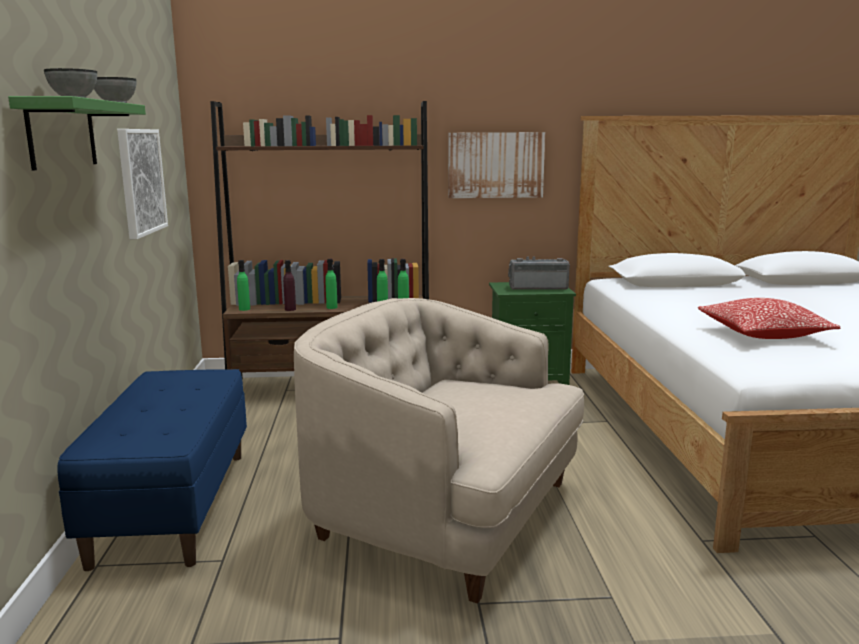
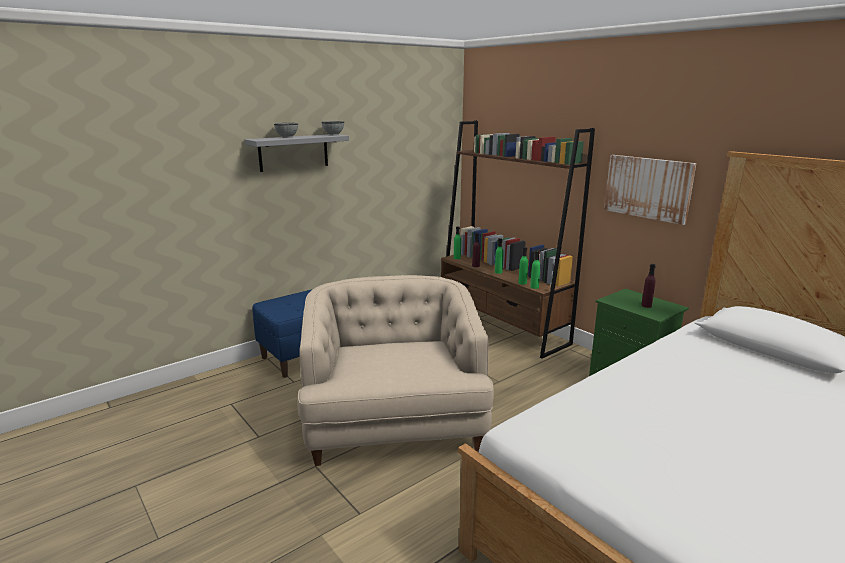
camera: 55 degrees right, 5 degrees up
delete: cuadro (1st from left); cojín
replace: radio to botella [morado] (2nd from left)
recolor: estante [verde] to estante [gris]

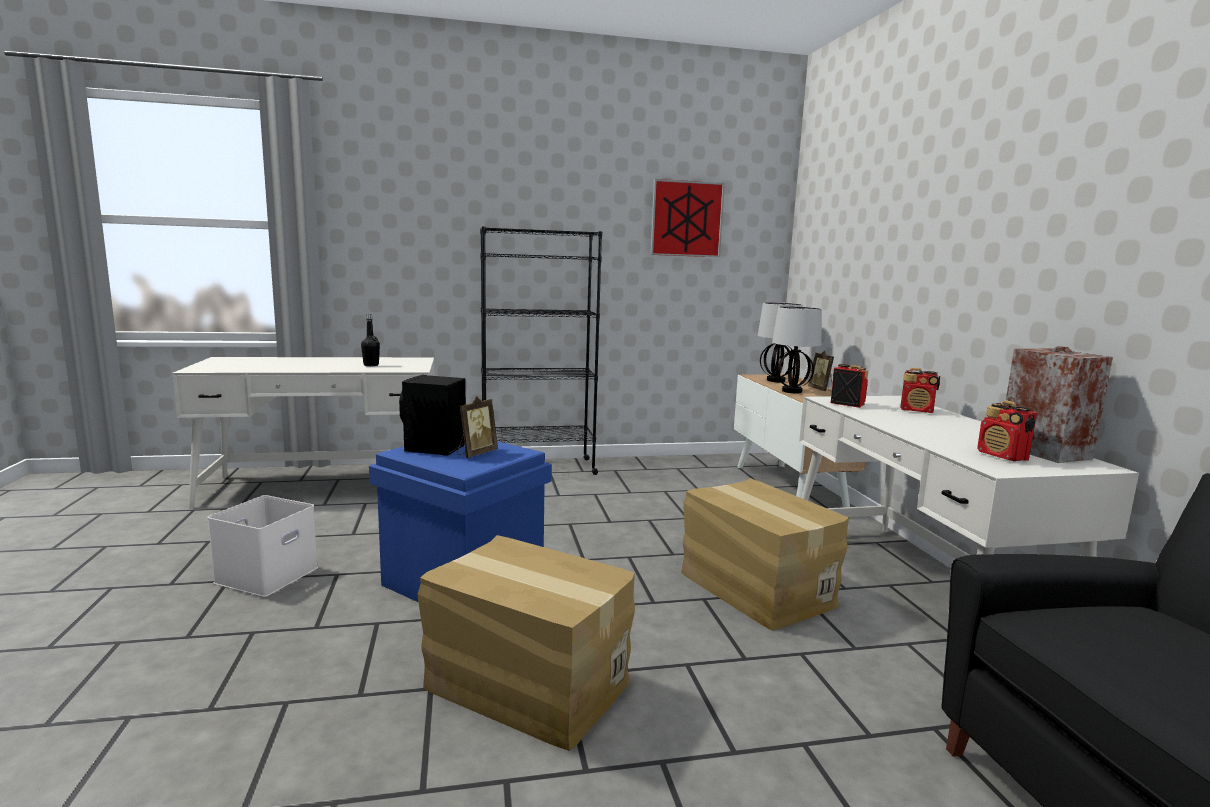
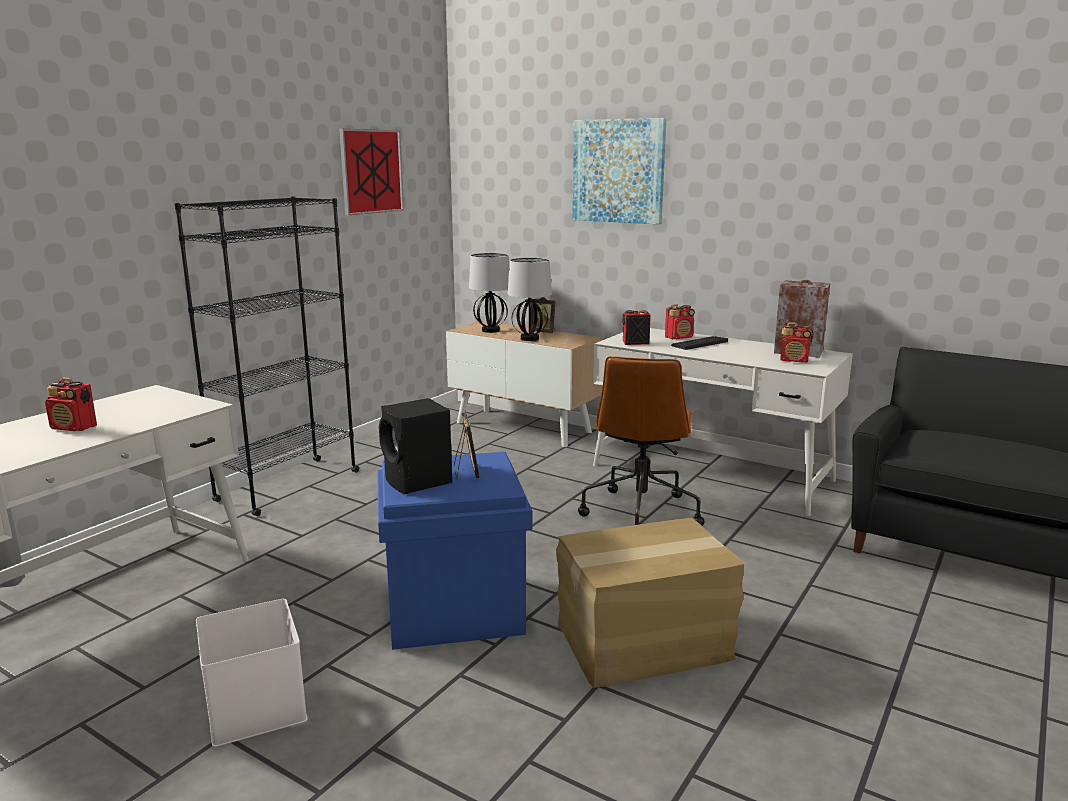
camera: 45 degrees left, 5 degrees up
delete: botella [negro]
insert: radio (1st from left); cuadro (2nd from left); teclado
replace: caja de cartón (2nd from left) to silla de oficina [marrón]

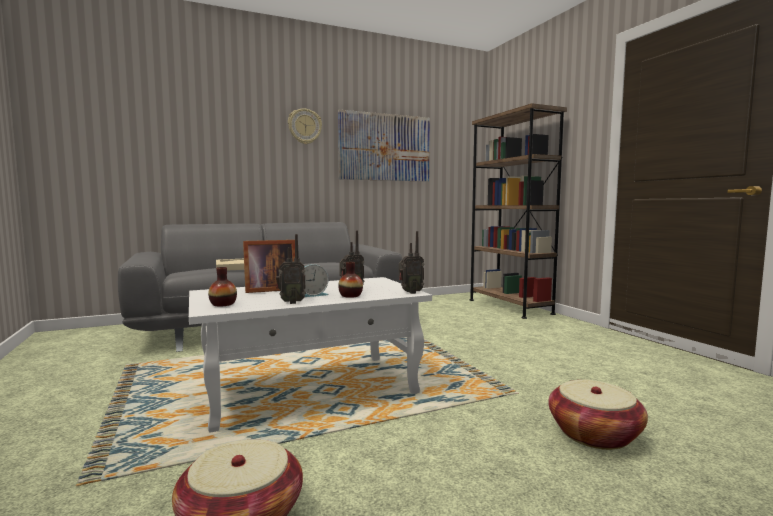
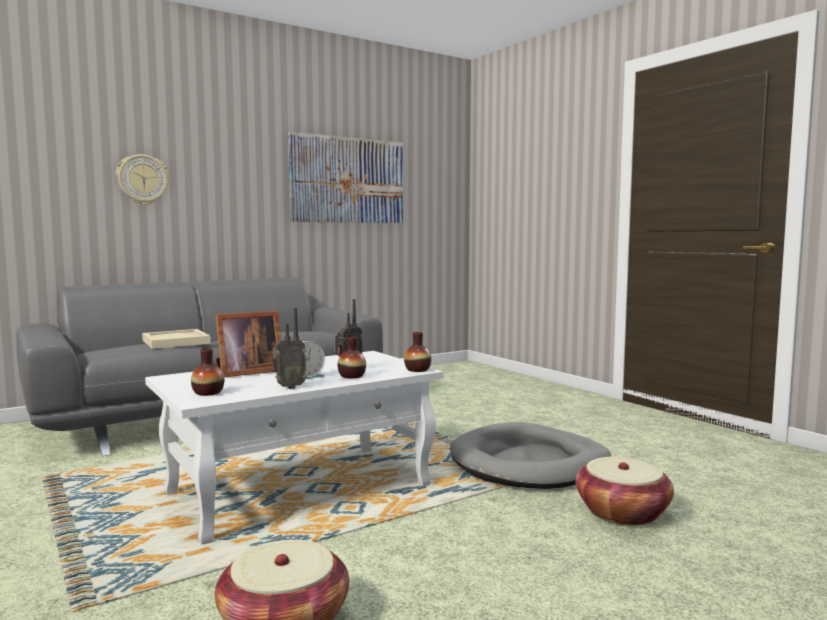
camera: 10 degrees left, 0 degrees up
delete: estantería [marrón]
insert: cama para perro [gris]
move: reloj de pared
replace: radio (3rd from left) to florero (3rd from left)

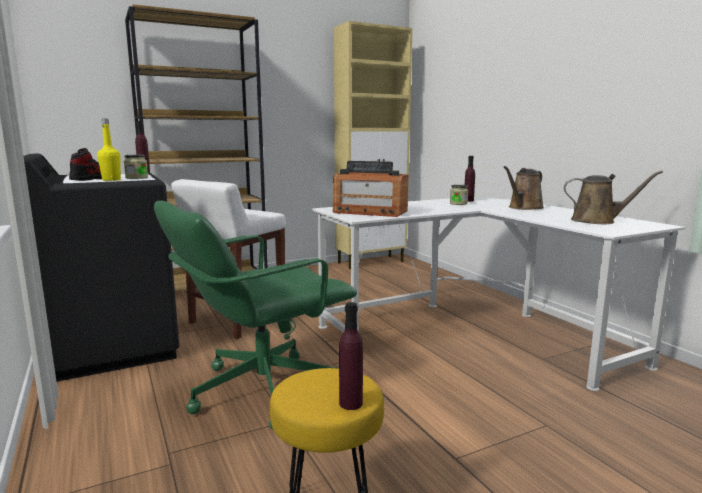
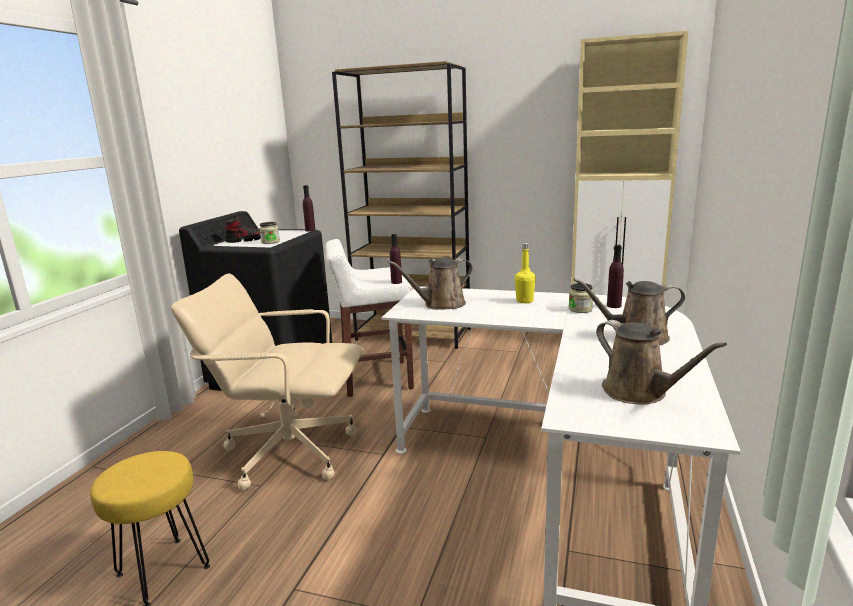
camera: 45 degrees right, 5 degrees up
move: botella [amarillo]; botella [morado] (2nd from left)
replace: radio to regadera [marrón] (1st from left)
recolor: silla de oficina [verde] to silla de oficina [beis]

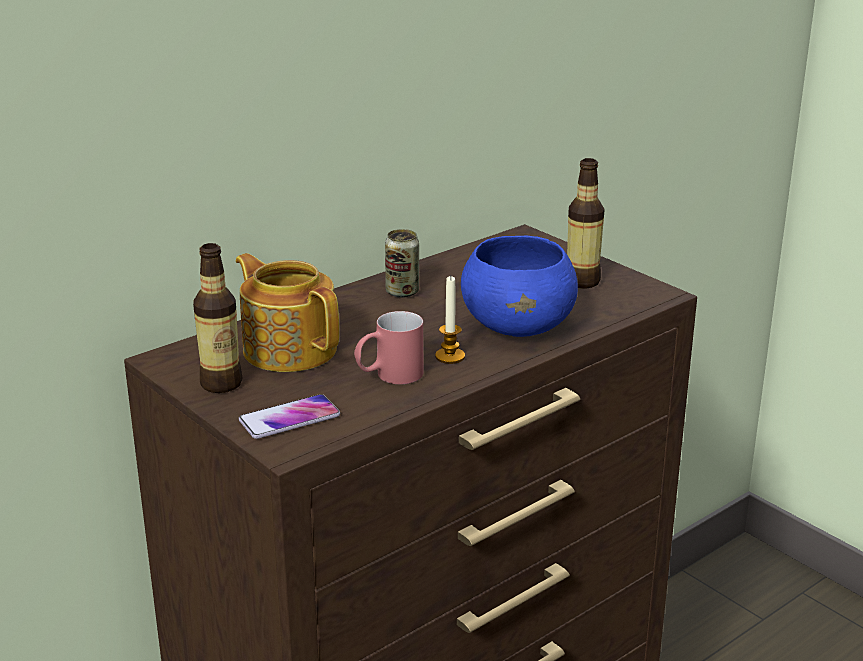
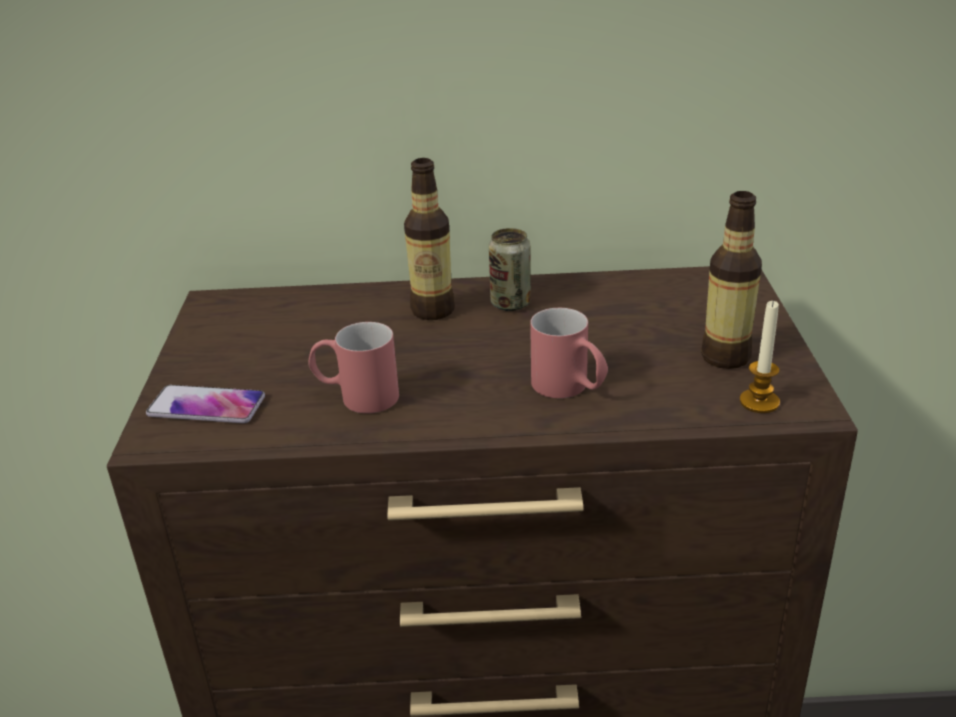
camera: 40 degrees right, 5 degrees up
delete: tetera
move: botella (1st from left); vela
replace: cuenco [azul] to taza grande [rojo] (2nd from left)

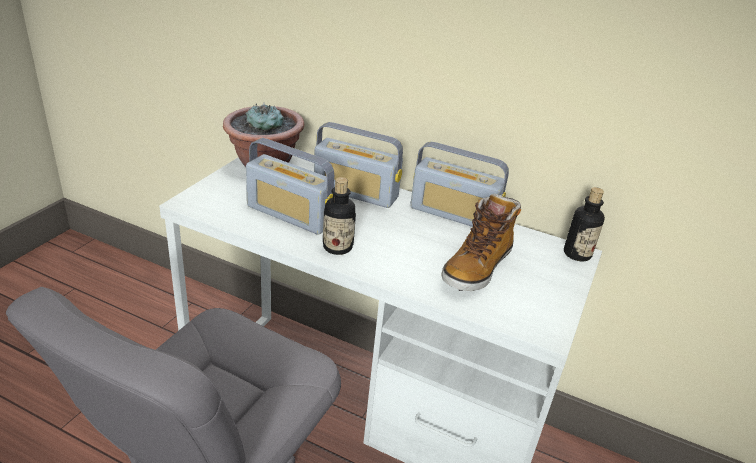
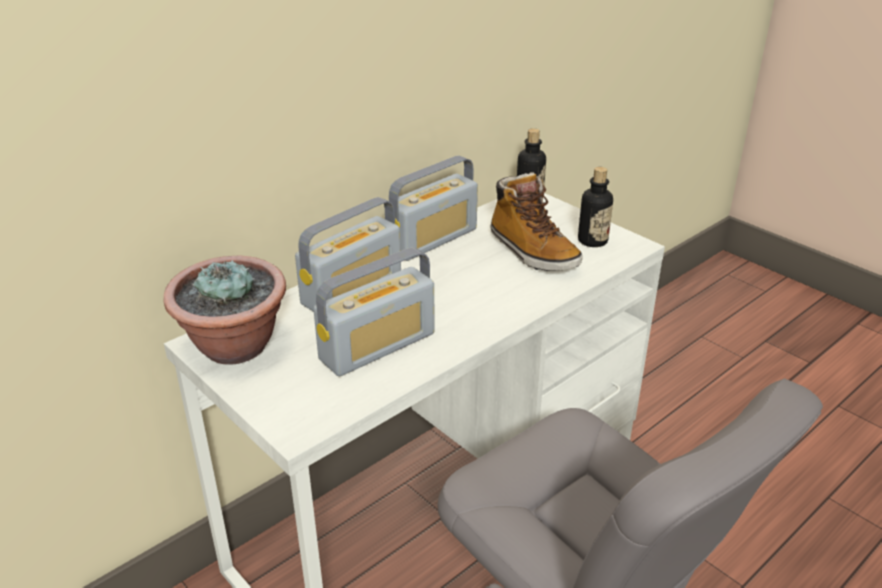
camera: 65 degrees left, 0 degrees up
move: botella (1st from left in the first image) to botella (2nd from left)

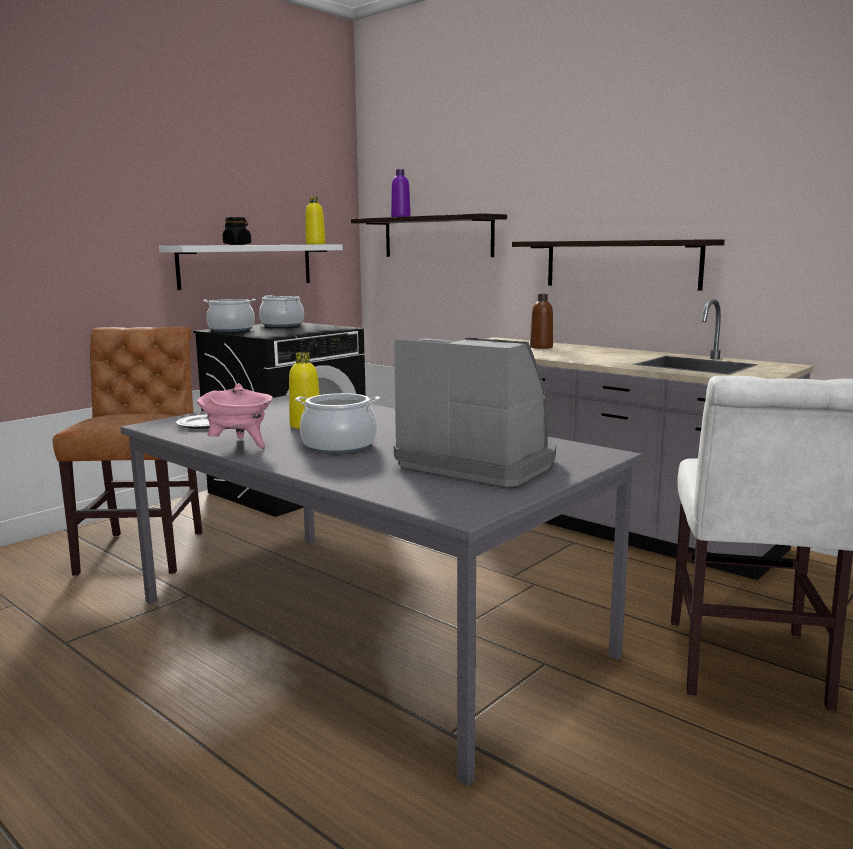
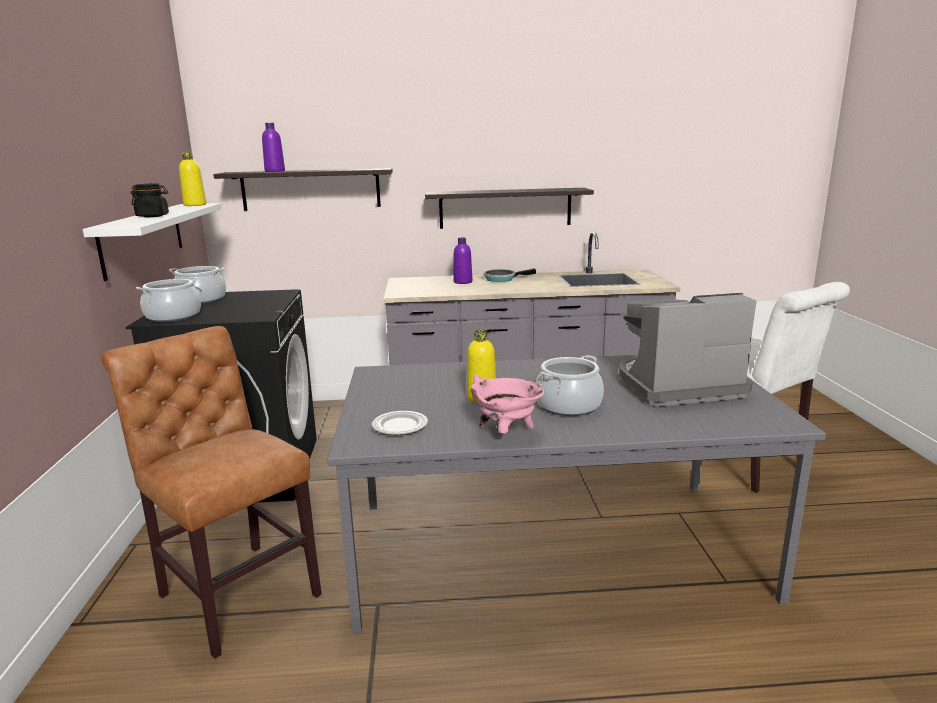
camera: 45 degrees left, 5 degrees up
insert: sartén
recolor: botella [marrón] to botella [morado] (2nd from left)

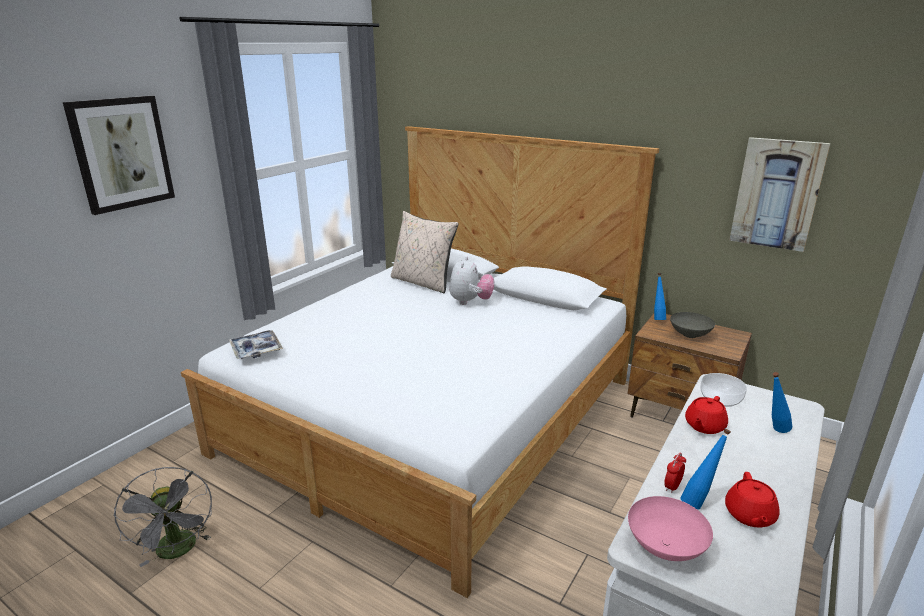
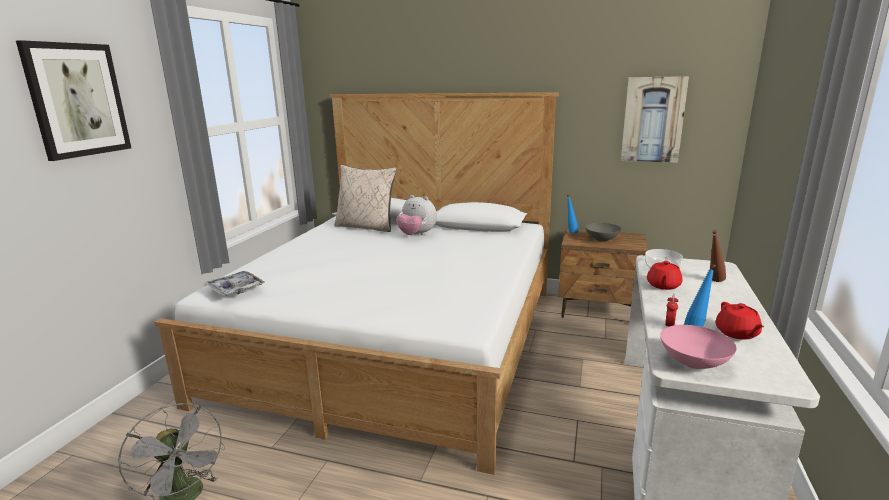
camera: 15 degrees left, 5 degrees down
recolor: botella [azul] (3rd from left) to botella [marrón]
rotate: peluche 120 degrees clockwise

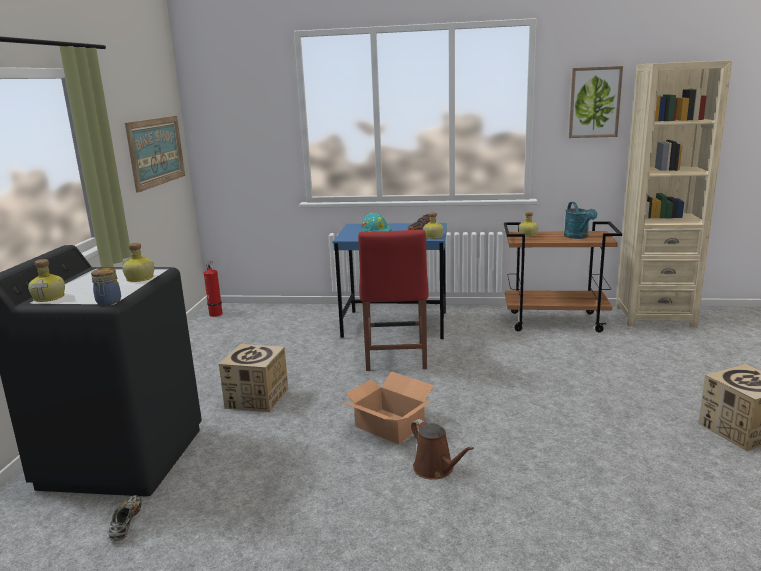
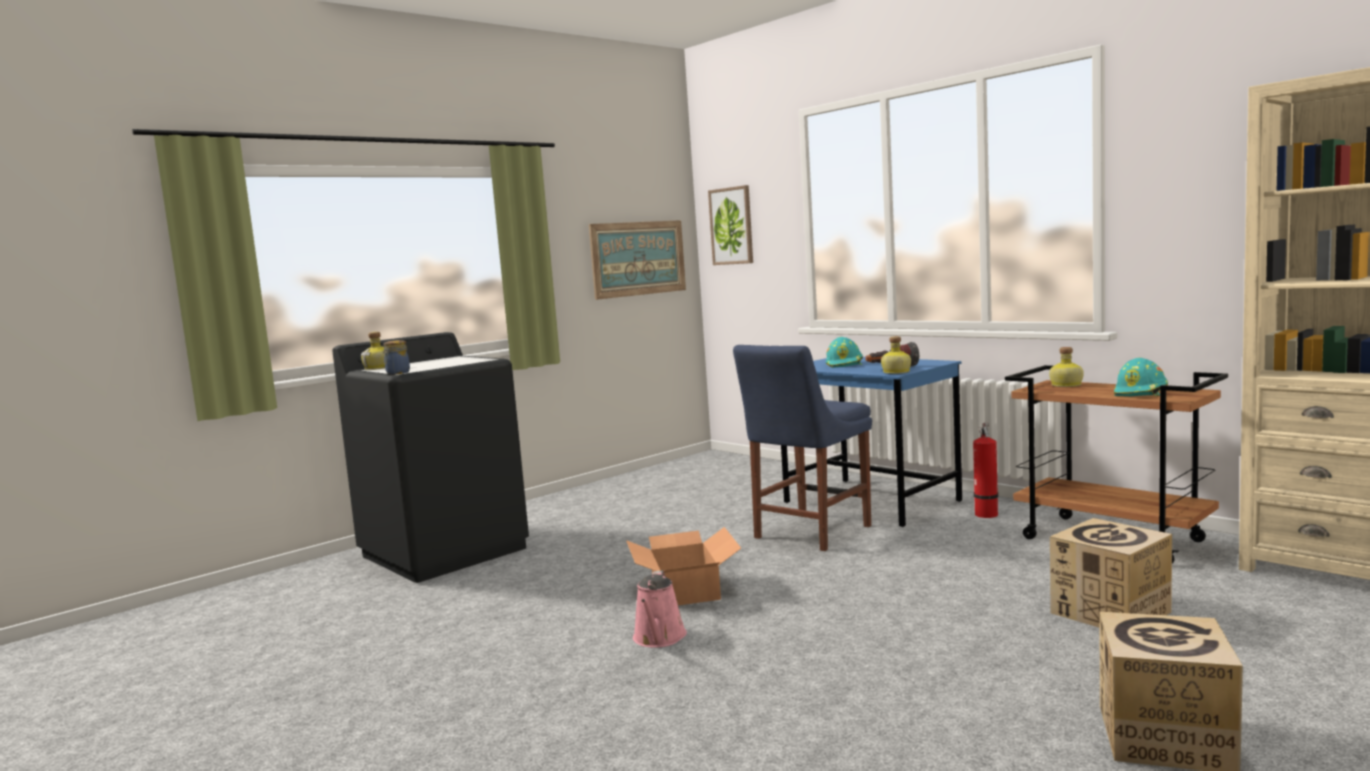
camera: 40 degrees right, 10 degrees down
delete: zapato; botella (2nd from left)
move: extintor; caja de cartón (1st from left in the first image) to caja de cartón (2nd from left); cuadro (2nd from left)
replace: regadera [turquesa] to casco [turquesa] (2nd from left)
recolor: silla [rojo] to silla [azul]; regadera [marrón] to regadera [rosa]

